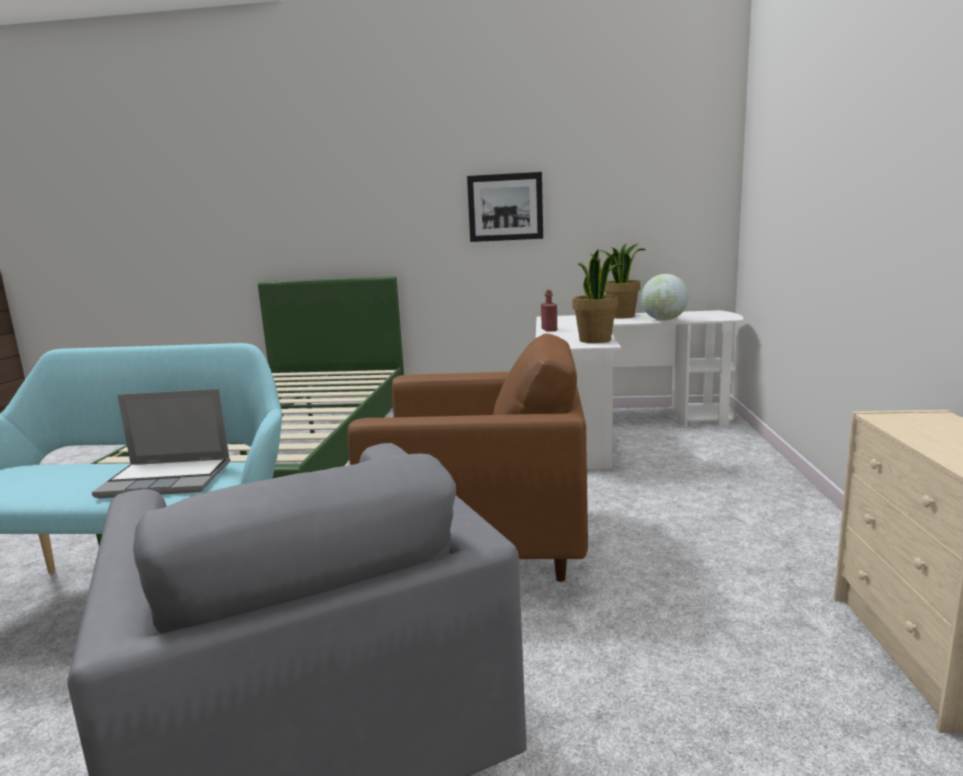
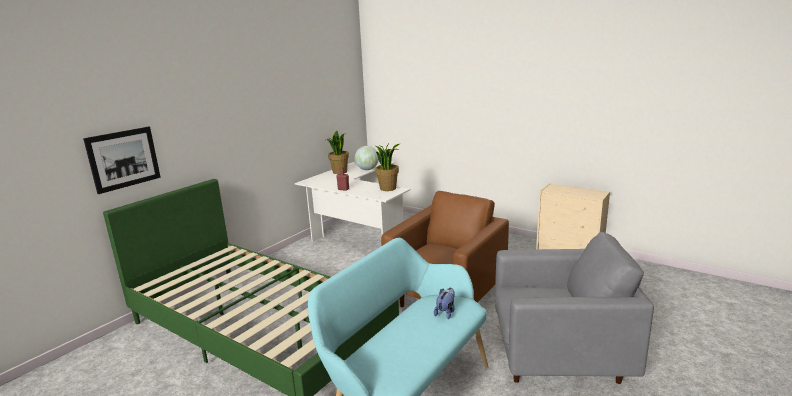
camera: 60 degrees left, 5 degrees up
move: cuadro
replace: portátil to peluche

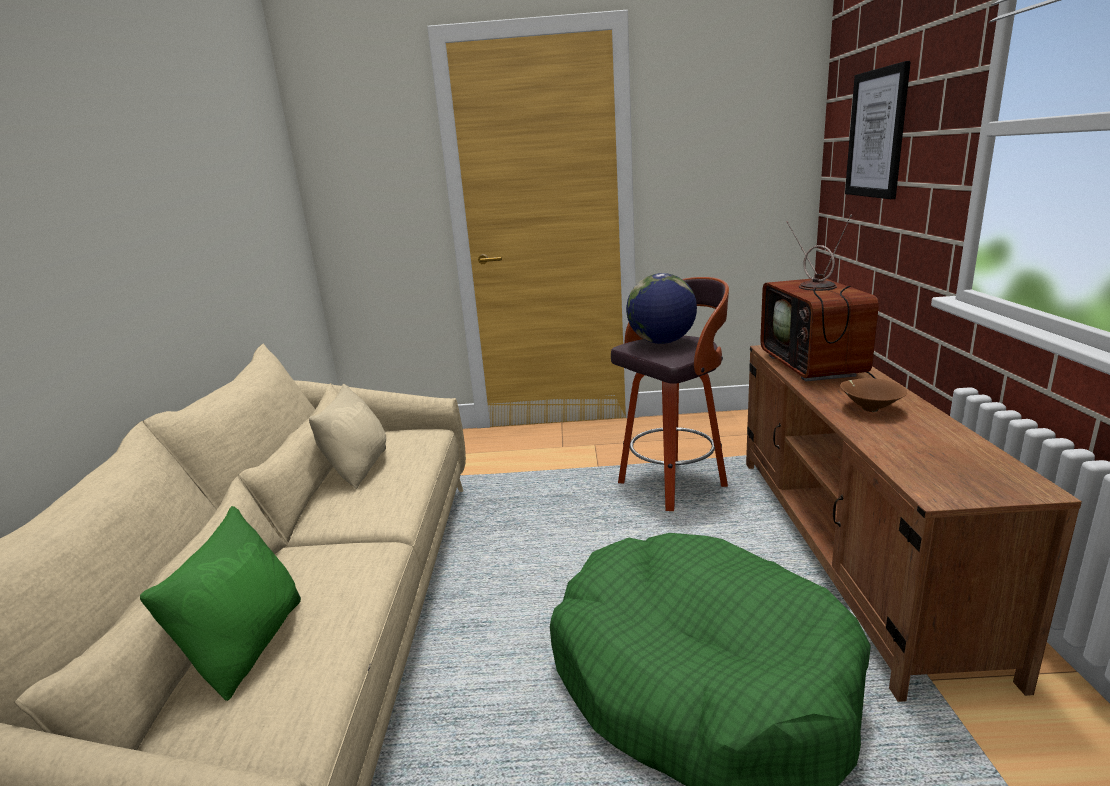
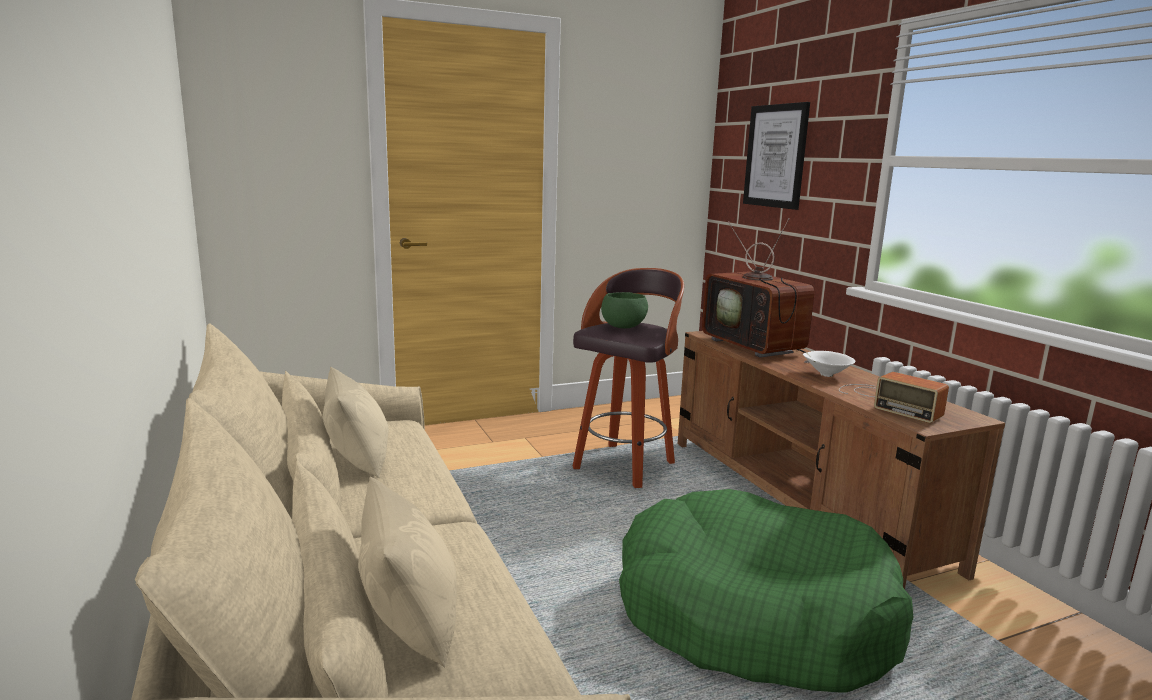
camera: 25 degrees left, 5 degrees down
insert: radio
replace: globo terráqueo to cuenco [verde]
recolor: cojín [verde] to cojín [beis] (2nd from left); cuenco [marrón] to cuenco [blanco]

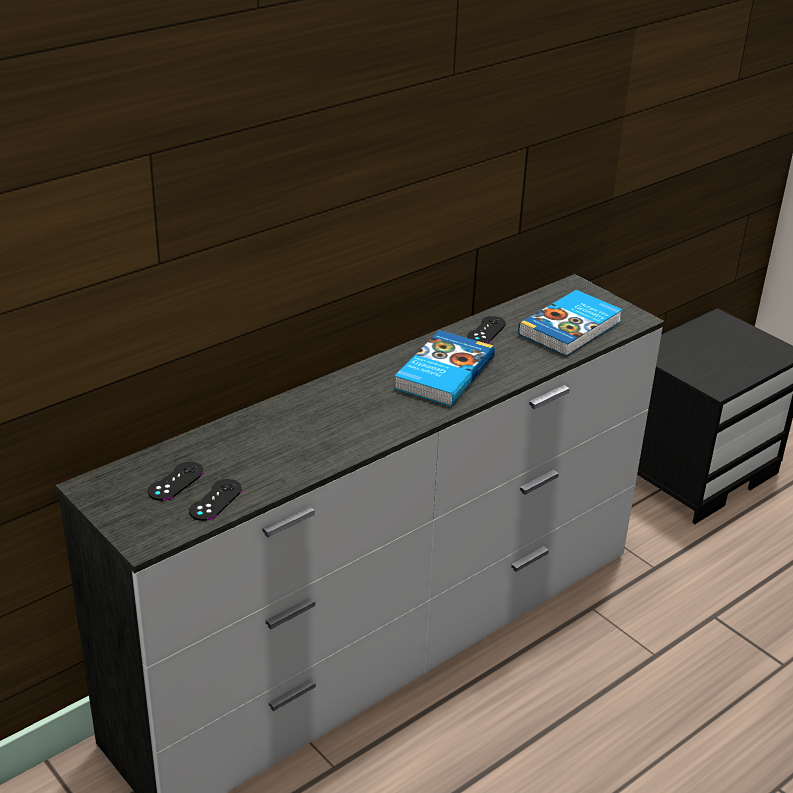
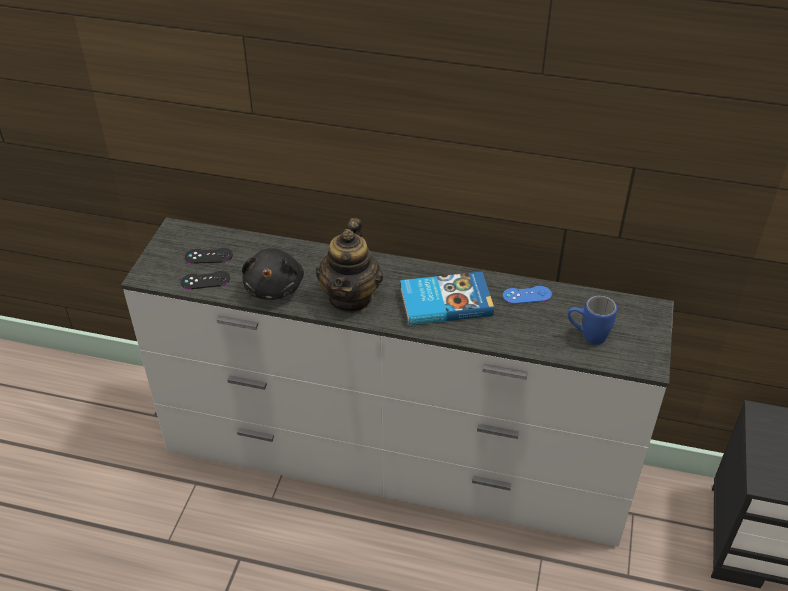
camera: 55 degrees right, 10 degrees up
insert: peluche [negro]; tetera
replace: libro (2nd from left) to taza grande [azul]
recolor: mando de consola [negro] (3rd from left) to mando de consola [azul]

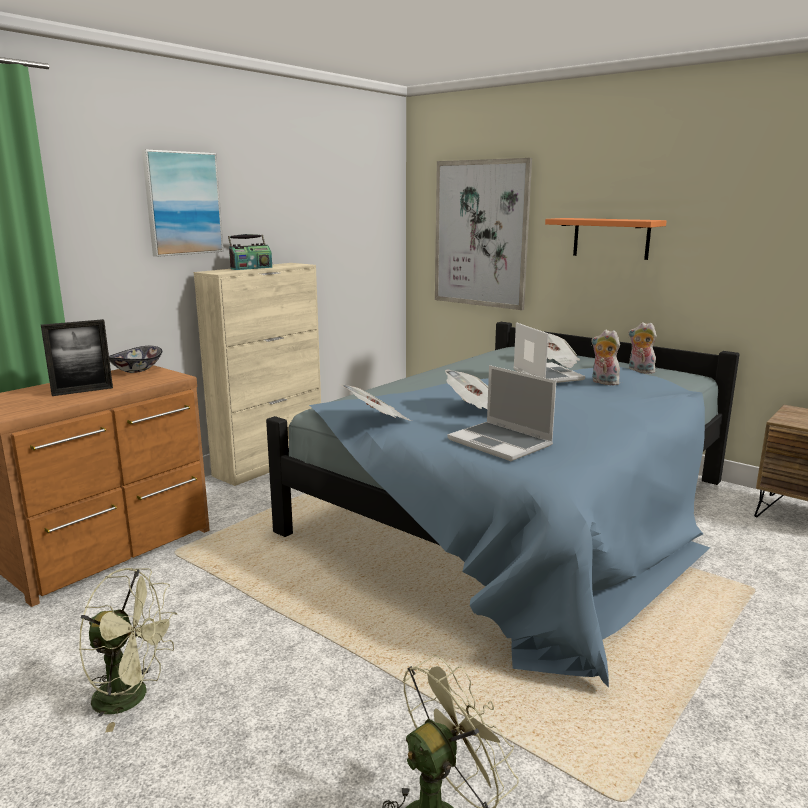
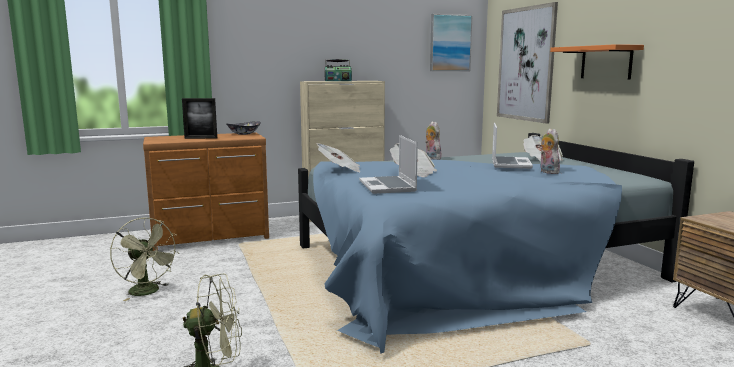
camera: 30 degrees right, 5 degrees down
move: cuadro (1st from left); peluche (2nd from left in the first image) to peluche (1st from left)

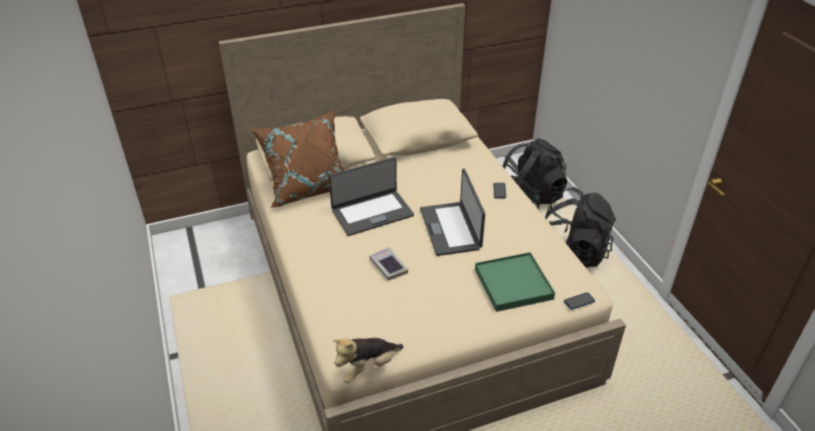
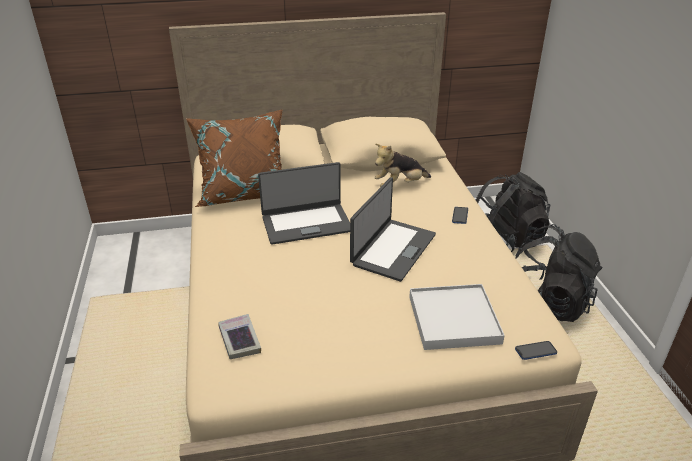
camera: 10 degrees right, 5 degrees down
move: peluche; libro
recolor: bandeja [verde] to bandeja [blanco]
rotate: portátil (2nd from left) 150 degrees counterclockwise

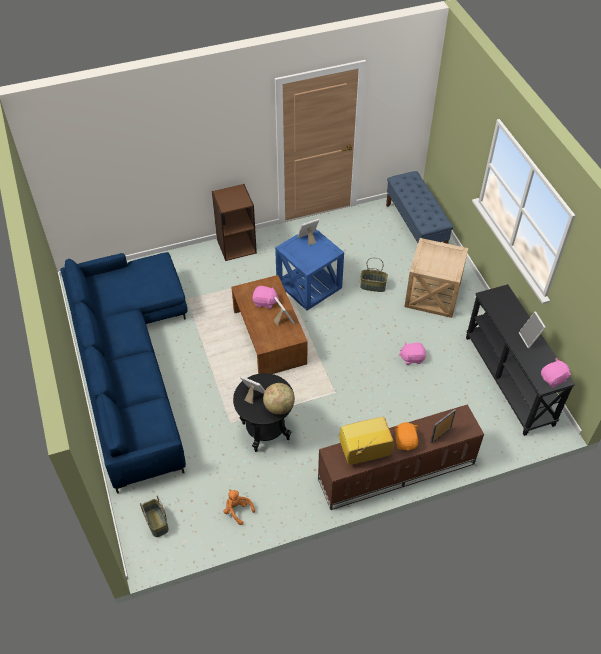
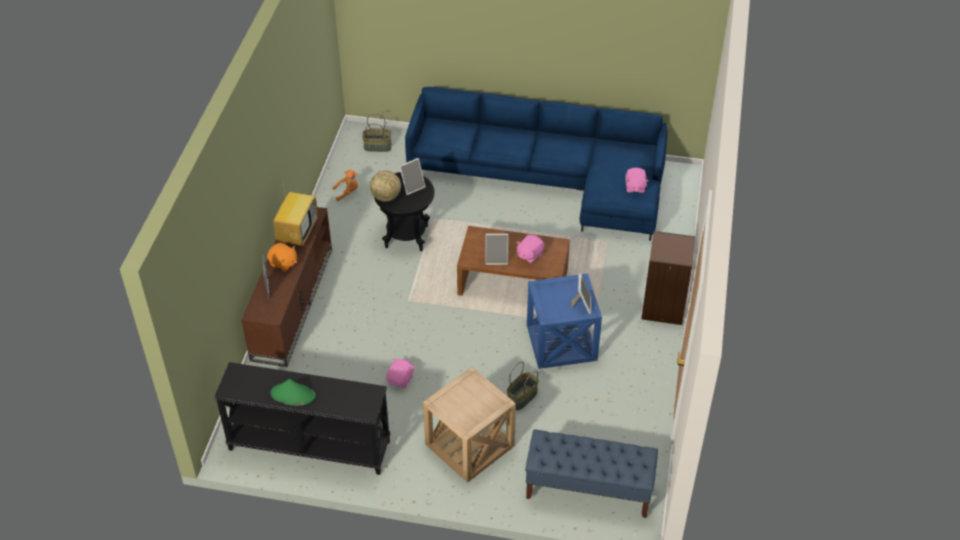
camera: 120 degrees right, 5 degrees down
move: peluche [rosa] (3rd from left)
replace: portarretratos (5th from left) to sombrero [verde]

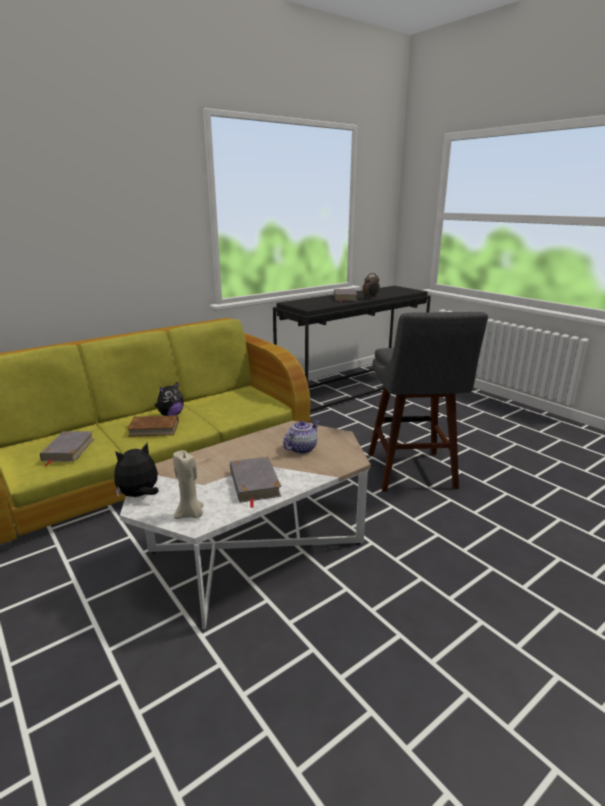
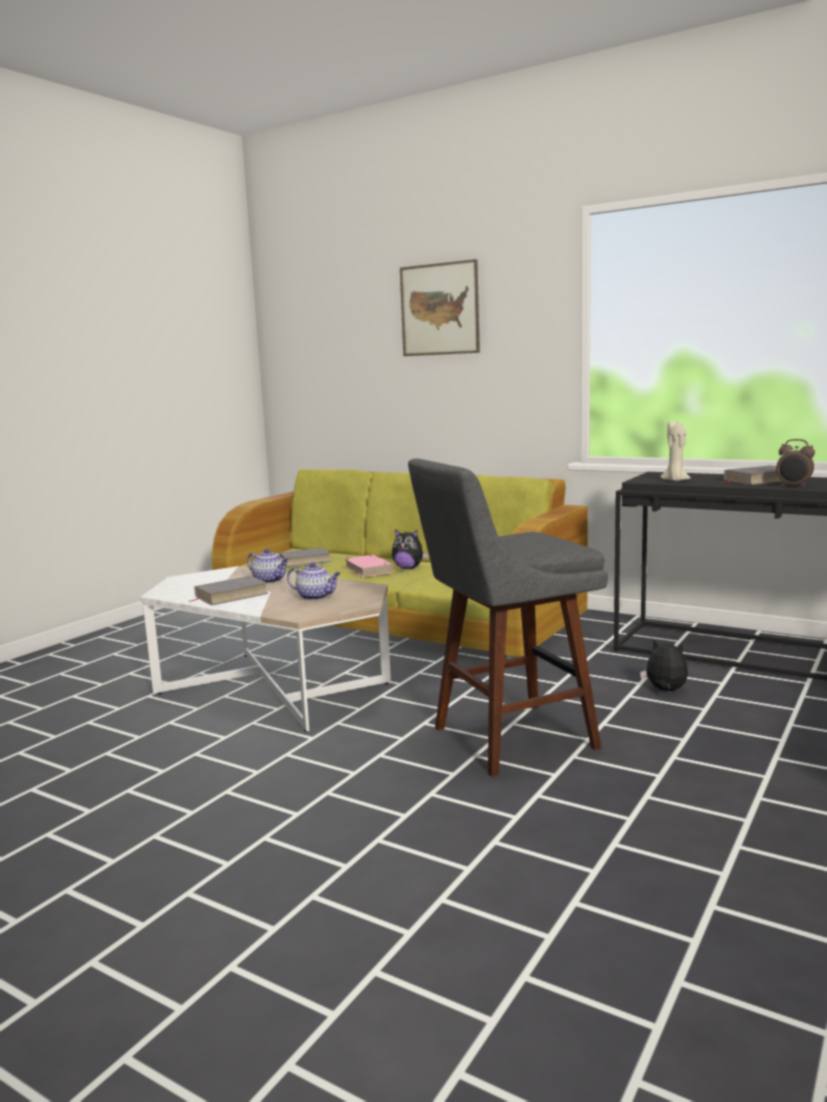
camera: 70 degrees right, 10 degrees down
insert: tetera (1st from left); cuadro
move: peluche (1st from left in the first image) to peluche (2nd from left); vela [beis]
recolor: libro [marrón] to libro [rosa]

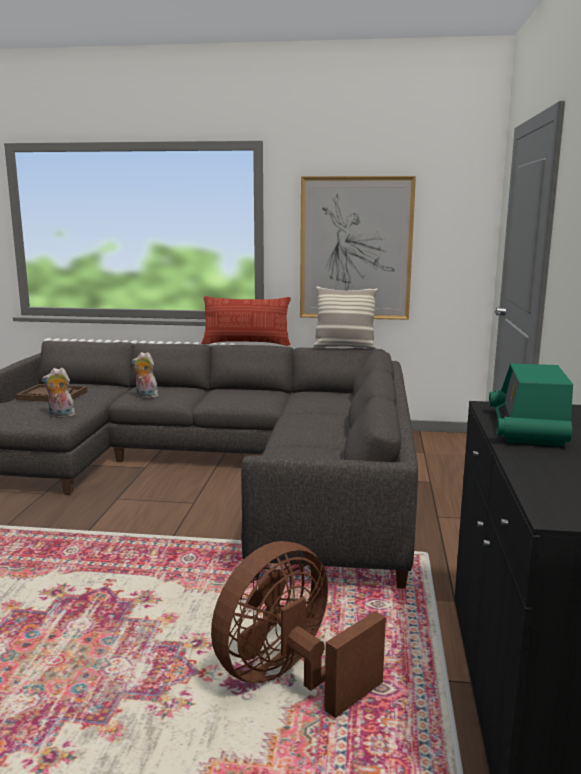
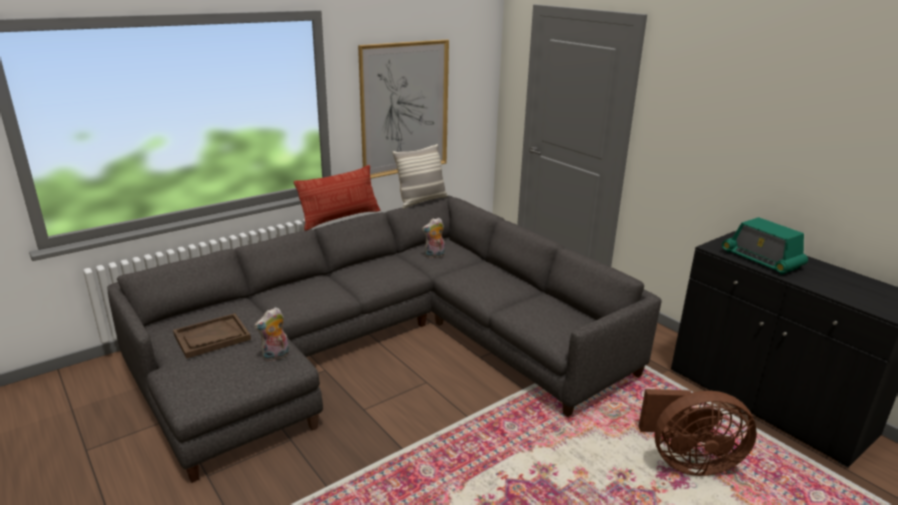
camera: 45 degrees left, 10 degrees up
move: peluche (2nd from left)
rotate: ventilador [marrón] 90 degrees counterclockwise

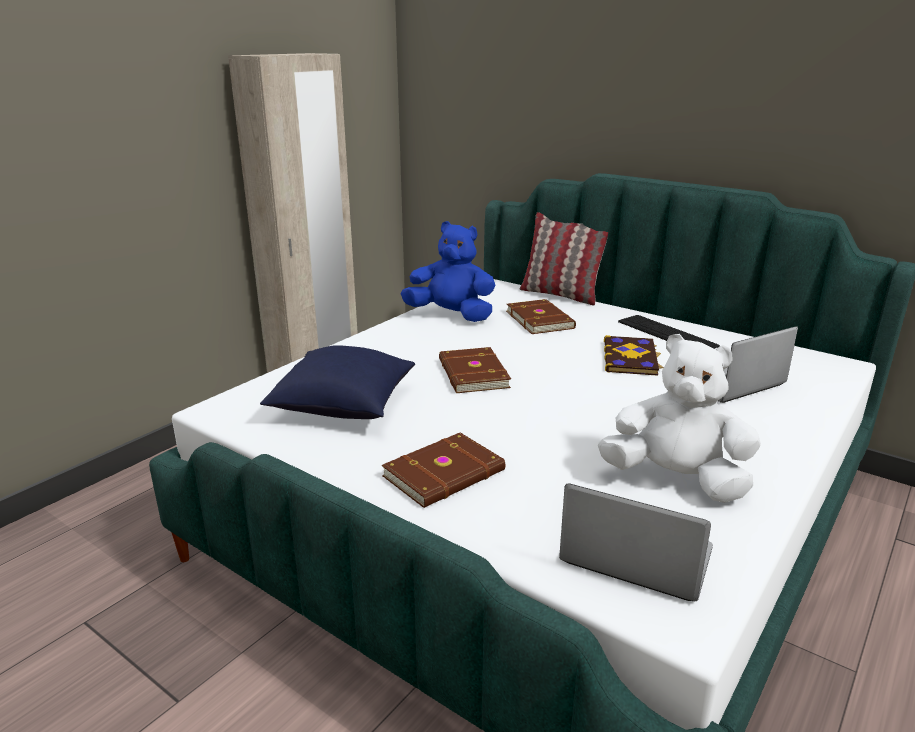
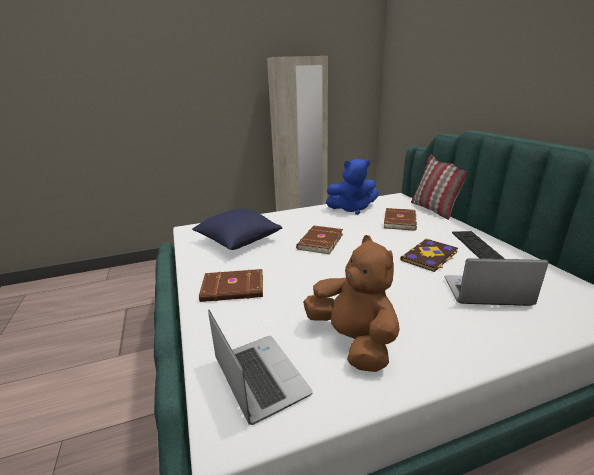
camera: 35 degrees right, 0 degrees up
recolor: peluche [blanco] to peluche [marrón]
rotate: peluche [azul] 120 degrees clockwise

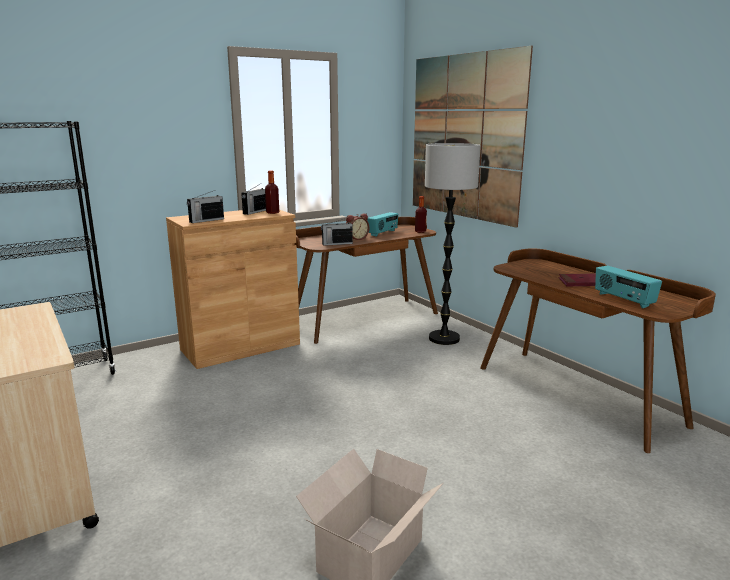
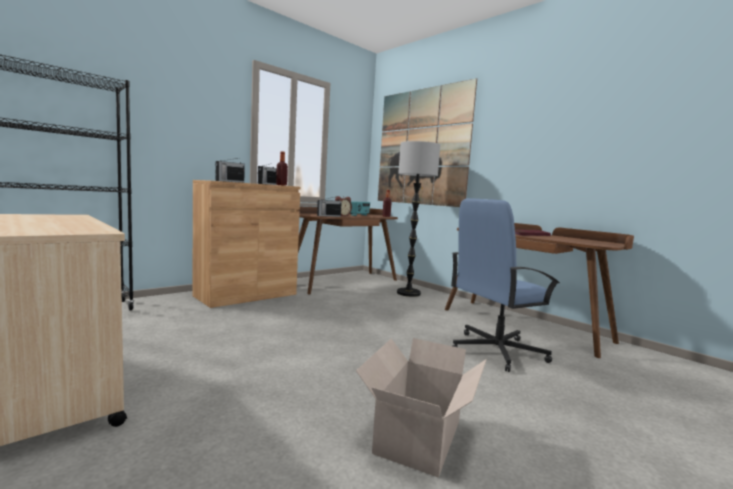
camera: 10 degrees left, 10 degrees down
delete: radio (5th from left)
insert: silla de oficina [azul]

